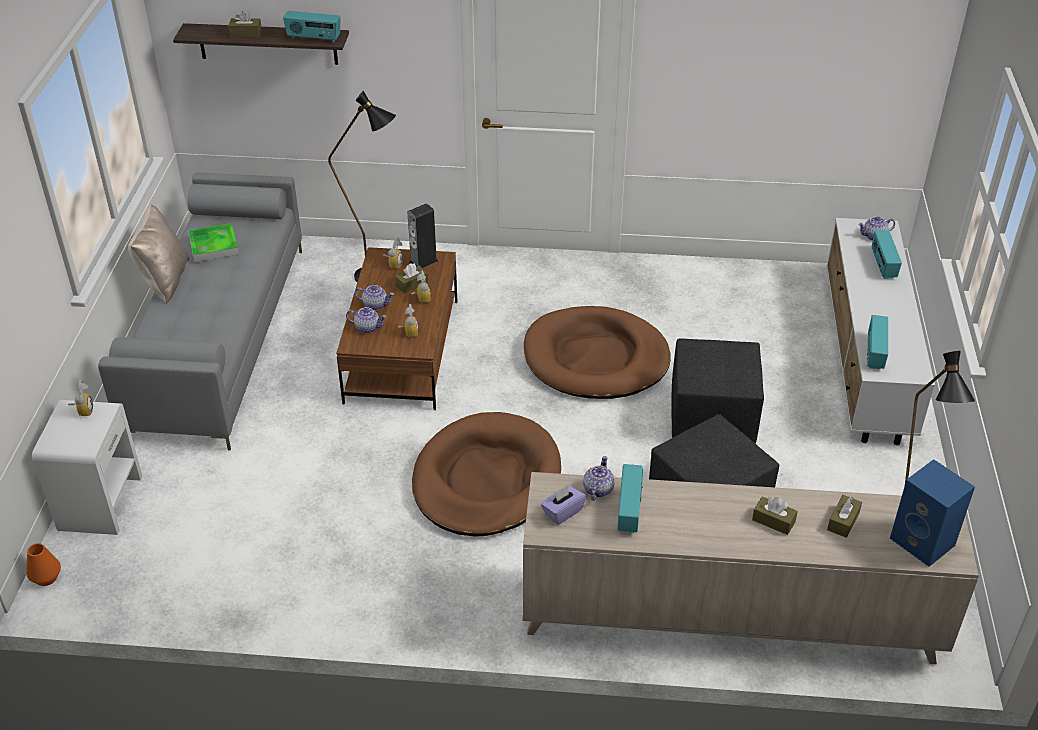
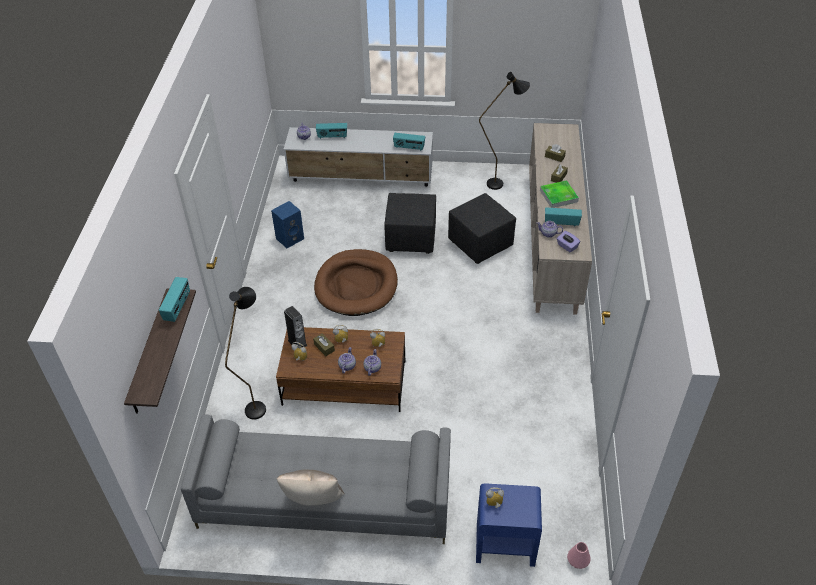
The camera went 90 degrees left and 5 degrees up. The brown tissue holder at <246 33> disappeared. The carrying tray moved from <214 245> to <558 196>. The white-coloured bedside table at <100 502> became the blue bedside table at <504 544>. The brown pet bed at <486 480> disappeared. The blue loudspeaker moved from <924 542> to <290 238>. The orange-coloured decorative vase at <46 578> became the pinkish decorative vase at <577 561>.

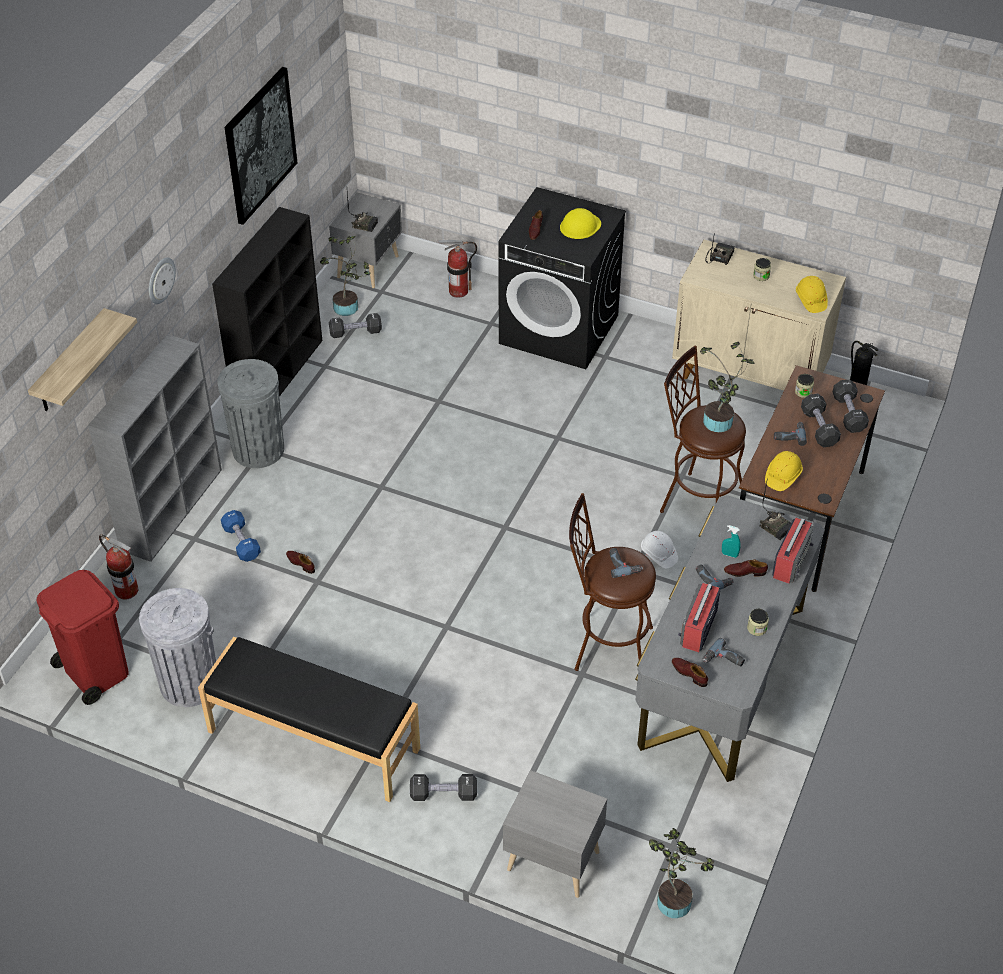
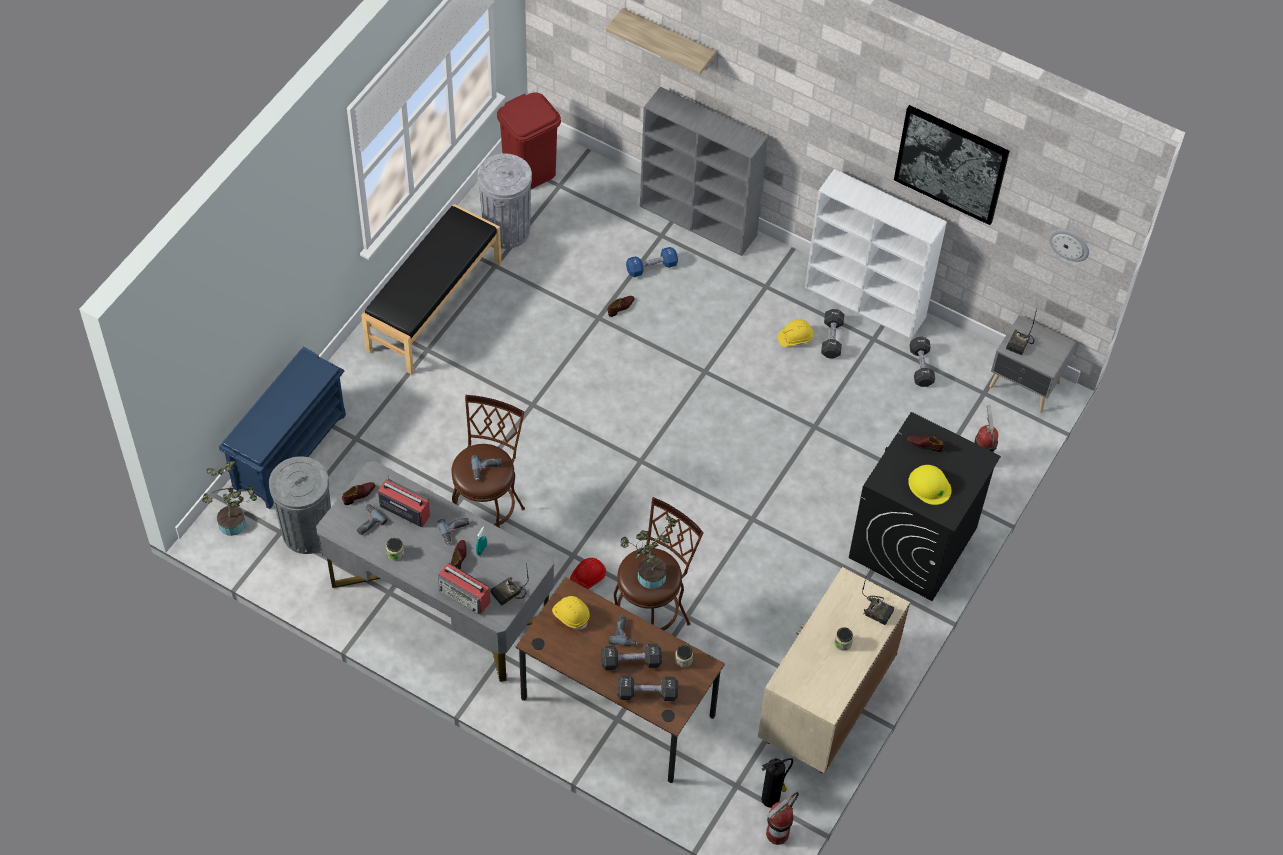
The camera went 95 degrees right and 10 degrees up. The black-coloured bookshelf at <279 373> became the white-coloured bookshelf at <866 302>. The houseplant at <349 308> disappeared. The hanging clock moved from <160 280> to <1069 244>. The yellow-coloured safety helmet moved from <810 300> to <795 338>. The greyish waste bin moved from <258 449> to <308 531>. The white-coloured safety helmet at <658 555> became the reddish safety helmet at <588 578>. The fire-fighting cylinder moved from <126 590> to <777 834>. The greyish bedside table at <552 859> was replaced by the blue shoe rack at <290 450>. The black-coloured dumbbell moved from <443 794> to <831 339>.

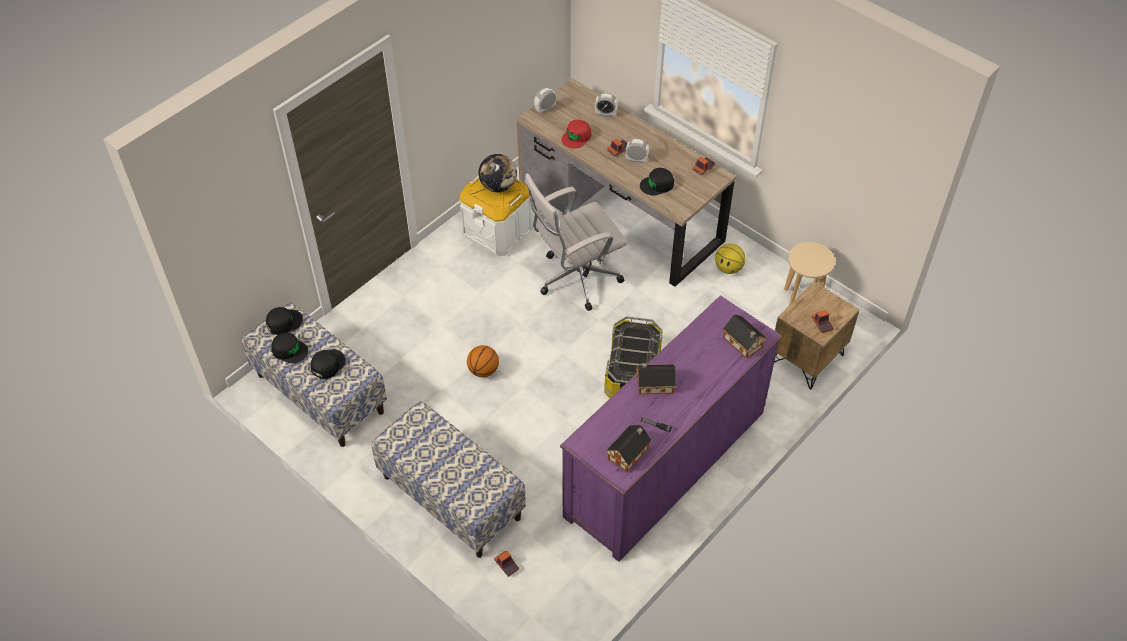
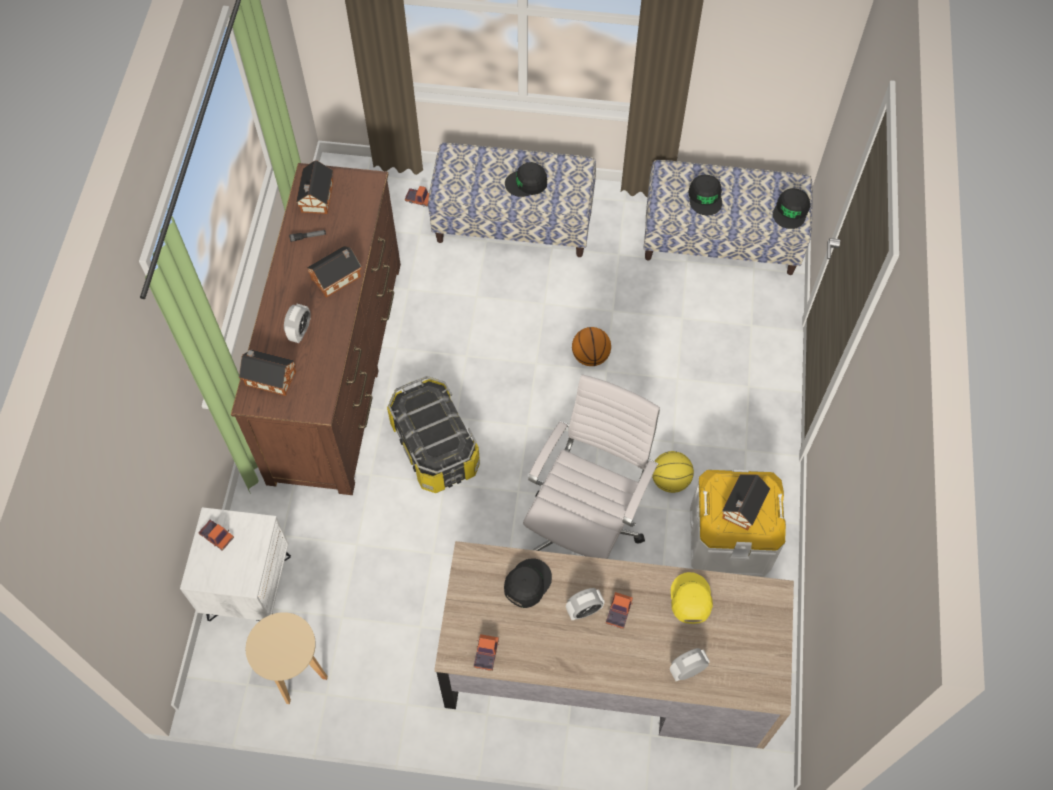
The camera went 145 degrees right and 10 degrees up. The table clock moved from <545 109> to <300 331>. The reddish peaked cap at <576 137> became the yellow-coloured peaked cap at <690 599>. The desk globe at <498 186> was replaced by the toy house at <742 508>. The basketball moved from <728 268> to <670 480>. The brown bedside table at <807 359> became the white-coloured bedside table at <249 587>. The purple-coloured chest of drawers at <665 463> became the brown chest of drawers at <336 369>. The black-coloured peaked cap moved from <289 350> to <527 183>.

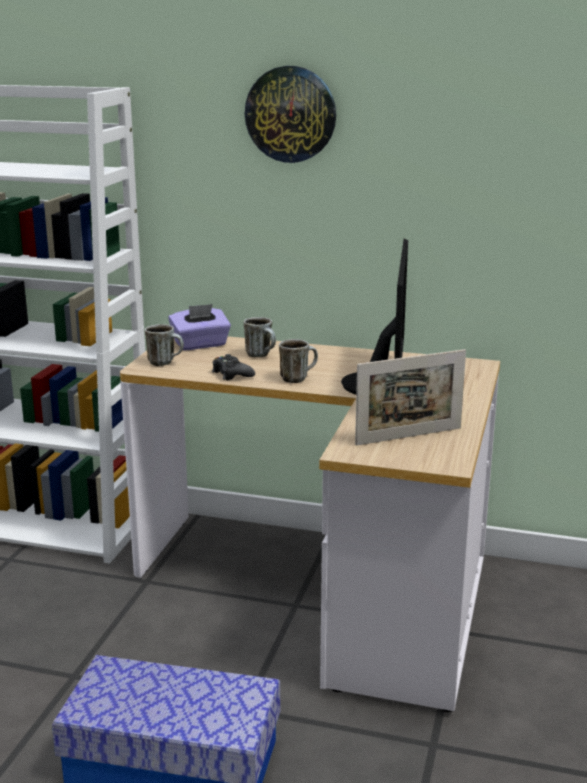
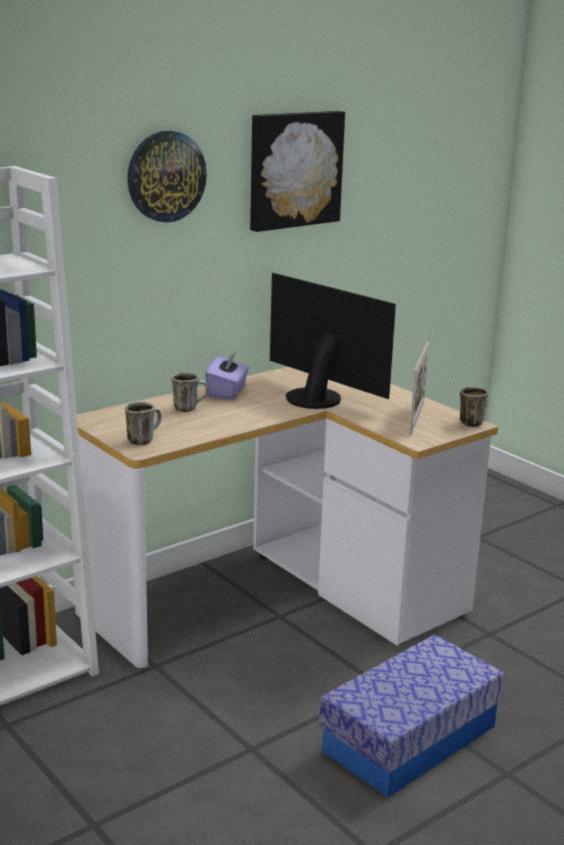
The camera went 55 degrees left and 0 degrees up. The purple-coloured tissue holder moved from <200 344> to <227 392>. The coffee mug moved from <297 378> to <470 421>. The black-coloured game controller at <232 374> disappeared. The picture at <294 169> appeared.

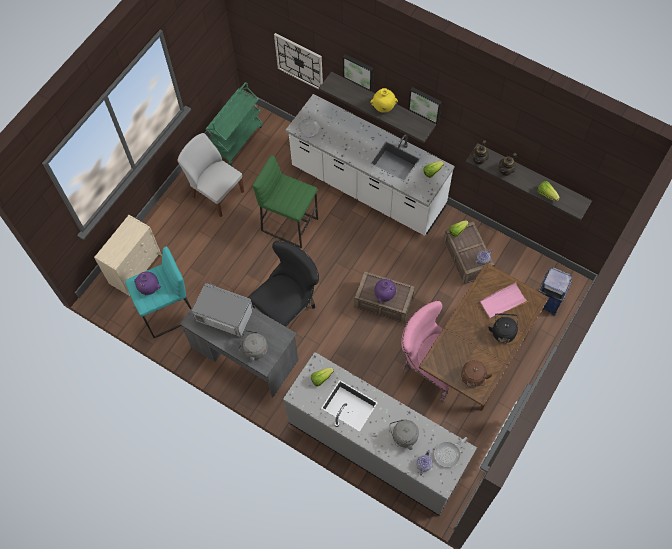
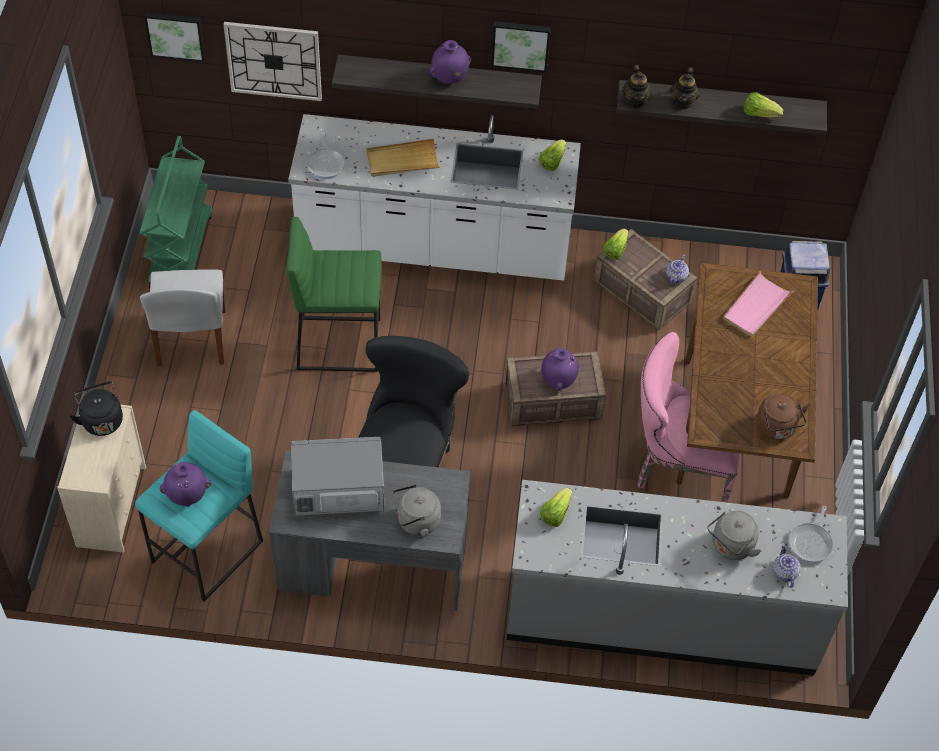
The camera went 30 degrees left and 10 degrees down. The picture moved from <359 71> to <176 35>. The yellow-coloured decorative vase at <383 108> became the purple-coloured decorative vase at <449 79>. The white-coloured plain chair at <217 193> turned 105 degrees counterclockwise. The black-coloured water kettle moved from <503 331> to <101 419>. The beige-coloured carrying tray at <402 161> appeared.

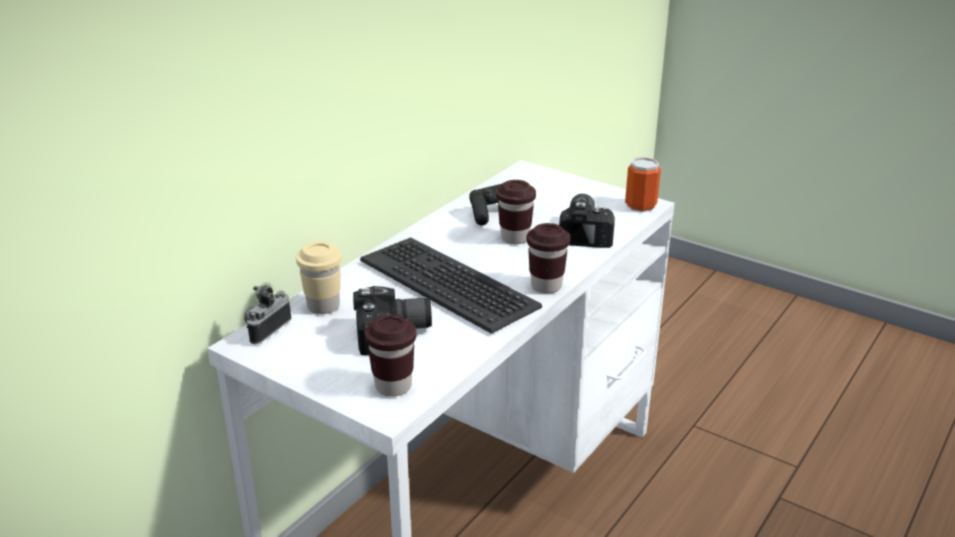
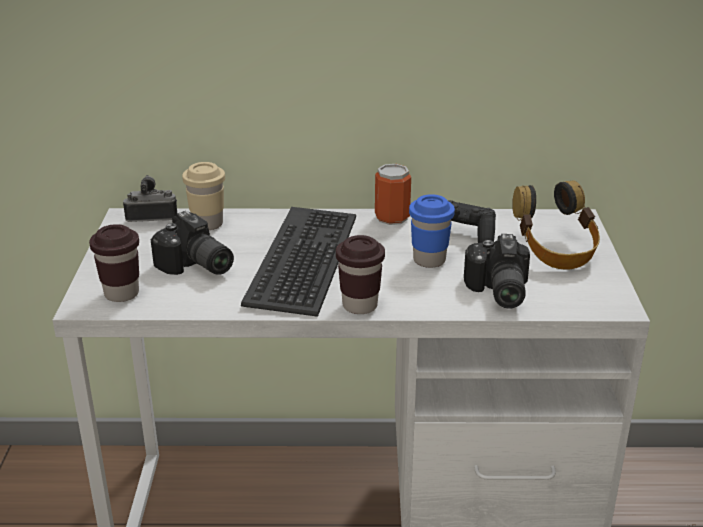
The camera went 55 degrees right and 0 degrees up. The sealed can moved from <640 206> to <392 218>. The brown small cup at <515 238> became the blue small cup at <429 260>. The still camera at <587 232> turned 120 degrees clockwise. The headphones at <554 251> appeared.

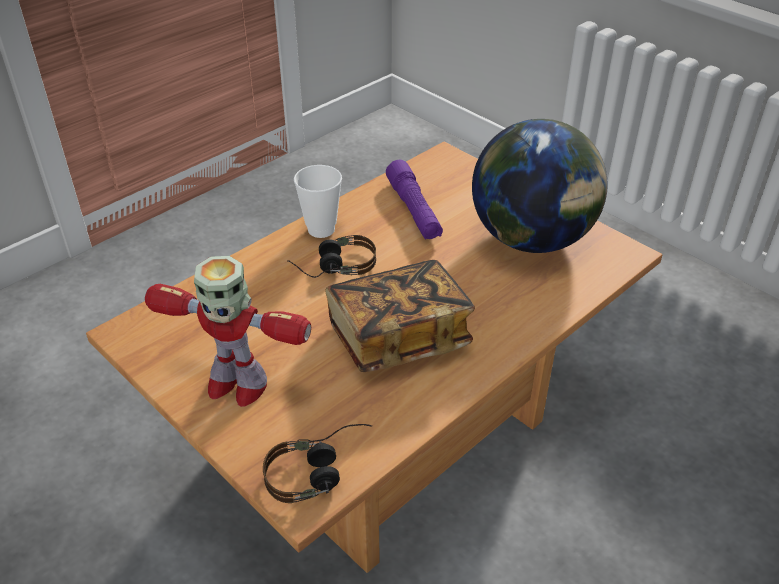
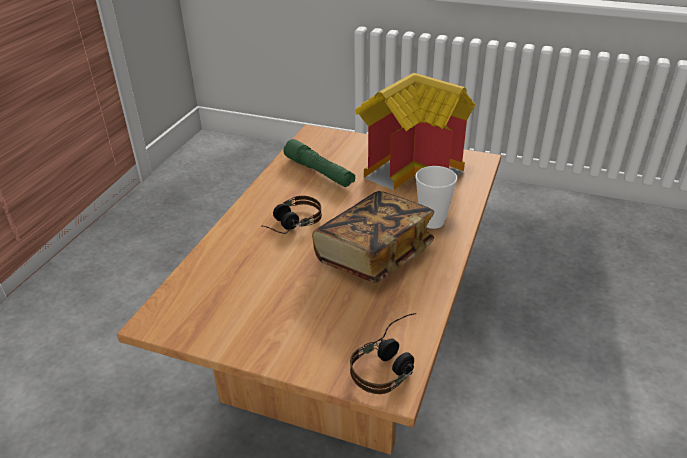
The camera went 25 degrees left and 5 degrees down. The desk globe at <532 239> was replaced by the toy house at <414 168>. The purple-coloured flashlight at <414 210> became the green flashlight at <319 172>. The small cup moved from <321 229> to <432 221>. The model robot at <236 384> disappeared.

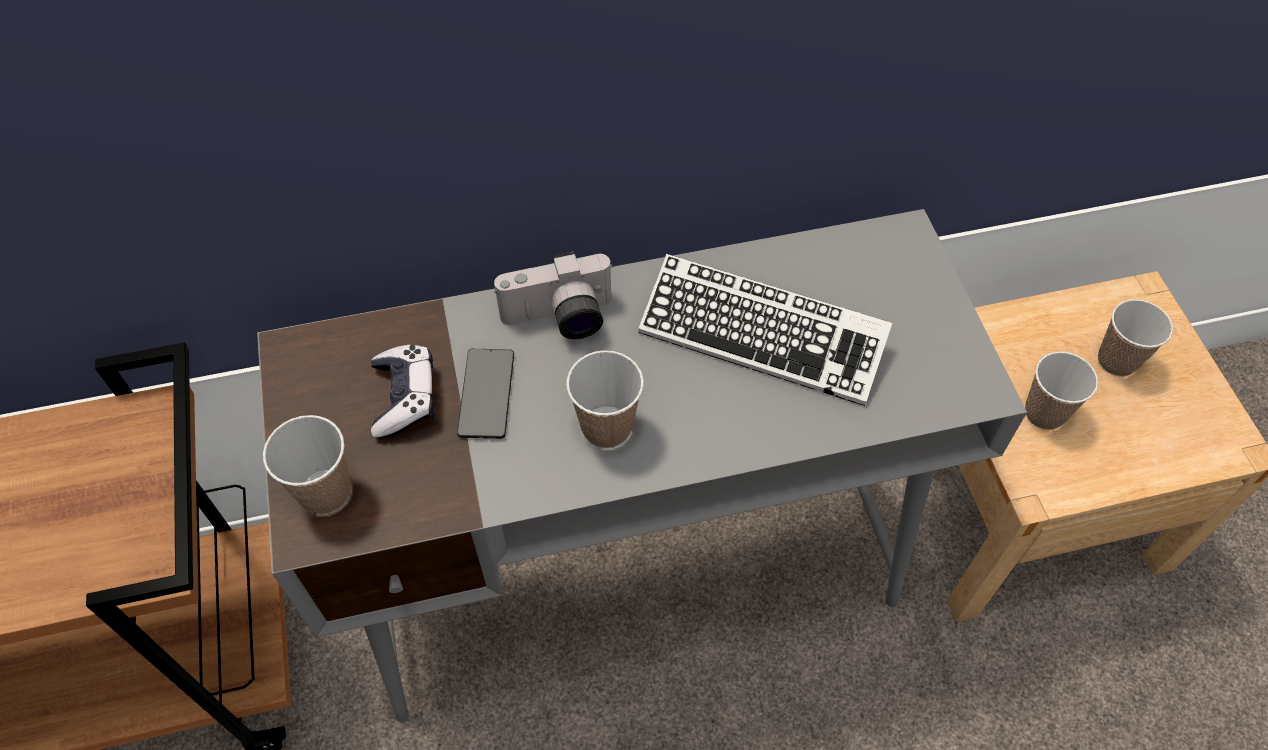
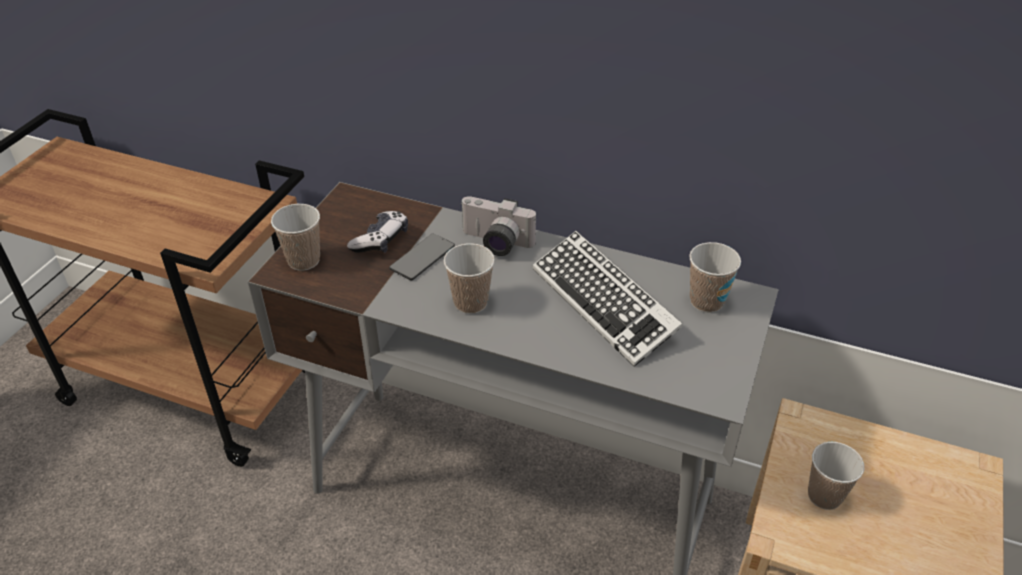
The camera went 35 degrees right and 15 degrees down. The small cup moved from <1116 361> to <706 301>.

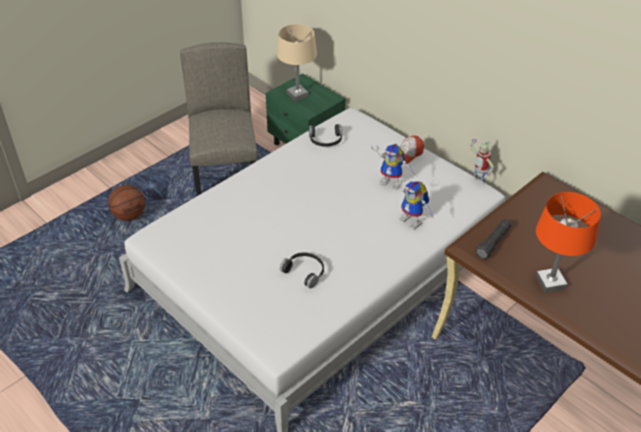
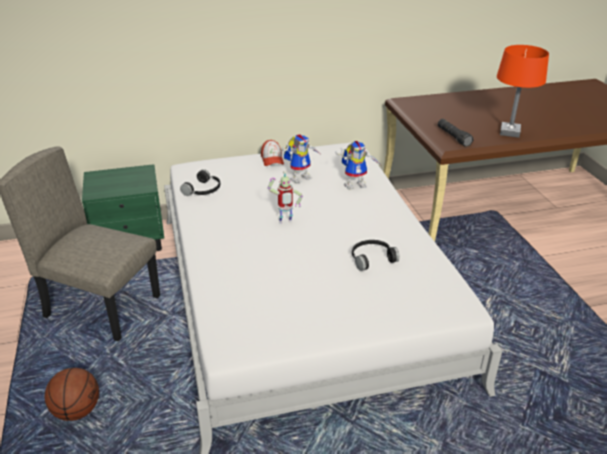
The camera went 60 degrees left and 10 degrees down. The beige-coloured table lamp at <297 95> disappeared. The model robot moved from <478 181> to <285 223>.

